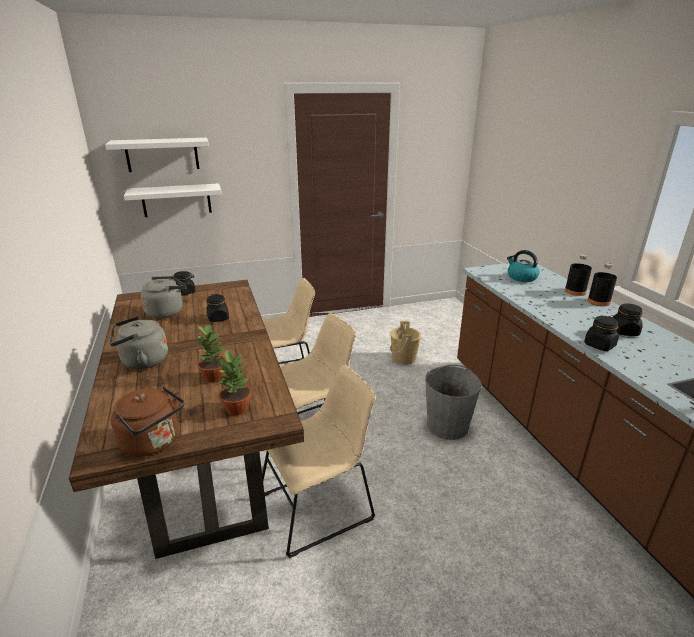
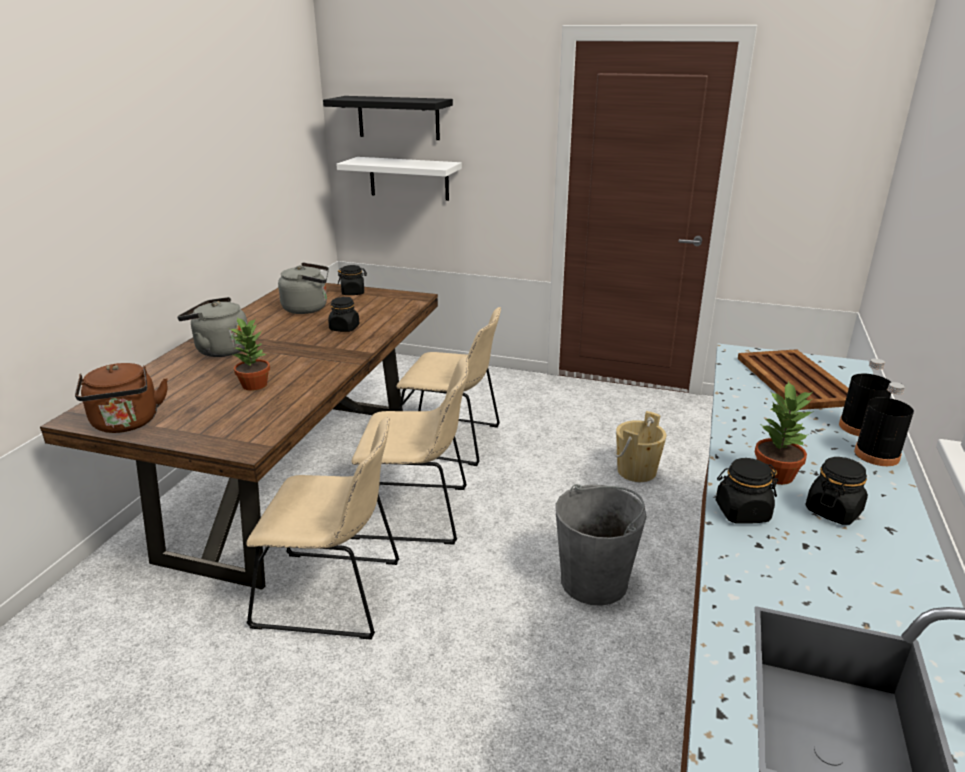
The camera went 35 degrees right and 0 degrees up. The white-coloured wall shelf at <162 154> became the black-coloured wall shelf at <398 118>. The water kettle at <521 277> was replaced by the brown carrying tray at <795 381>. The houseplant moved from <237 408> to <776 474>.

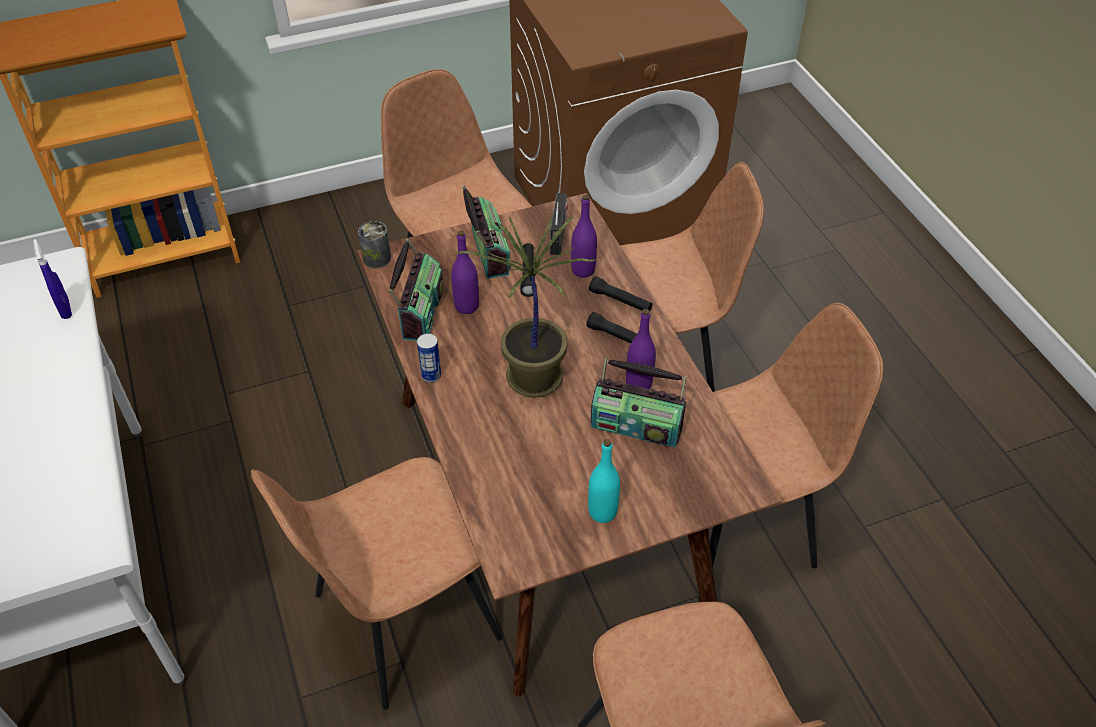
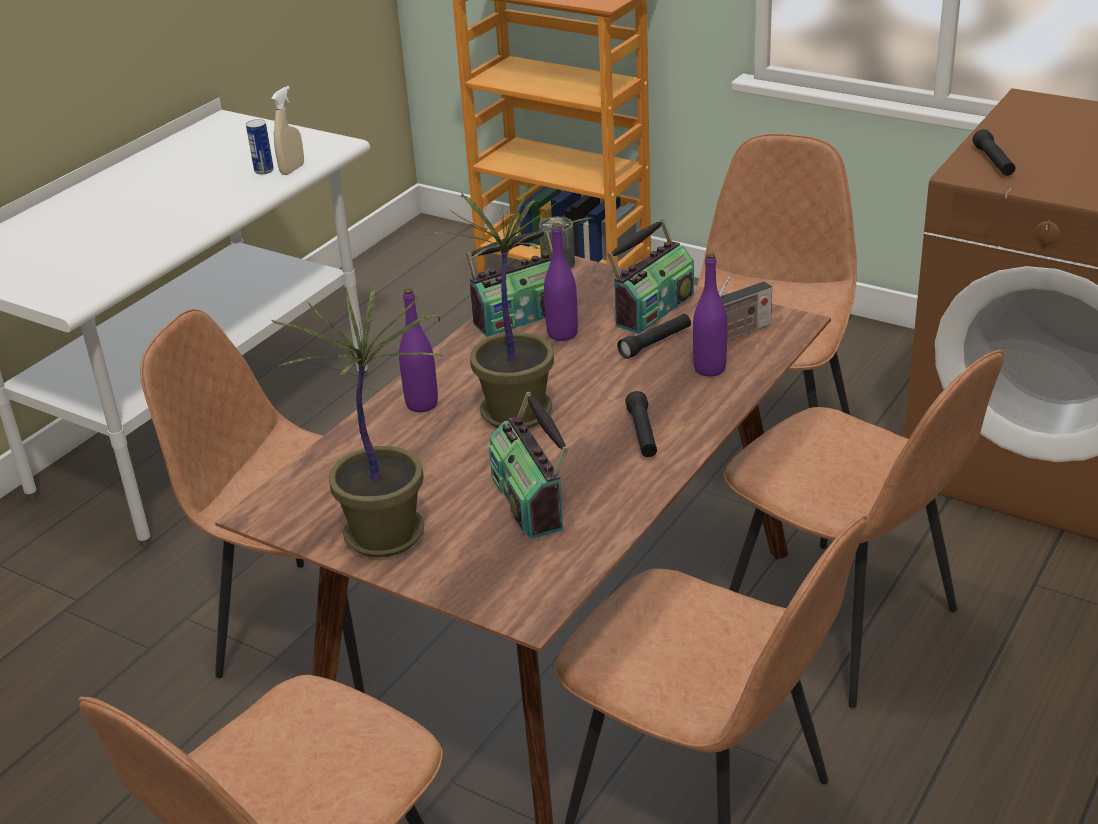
The camera went 55 degrees right and 15 degrees down. The blue spray bottle at <65 309> became the beige-coloured spray bottle at <292 169>. The black-coloured flashlight moved from <620 301> to <993 162>. The purple-coloured bottle moved from <638 384> to <422 404>. The sealed can moved from <431 375> to <264 170>. The turquoise-coloured bottle at <602 512> was replaced by the houseplant at <386 533>.

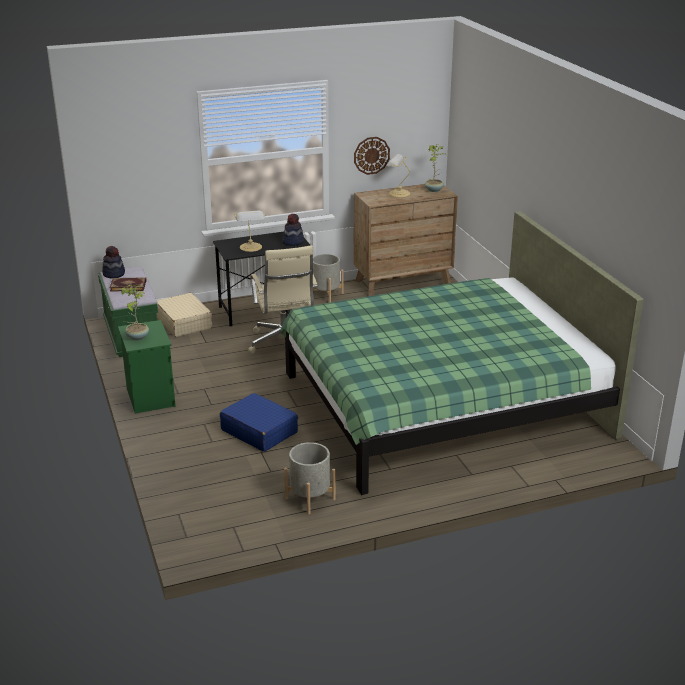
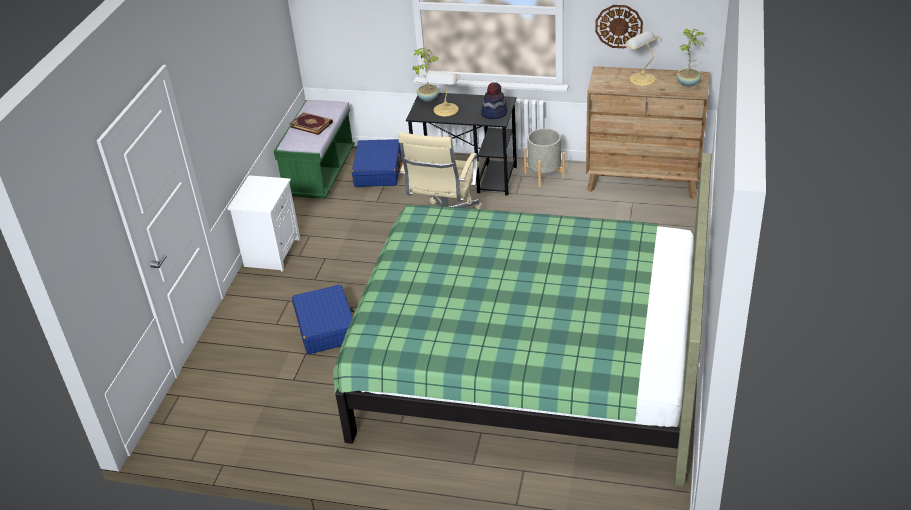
The camera went 35 degrees right and 10 degrees up. The wearable hat at <114 274> disappeared. The houseplant moved from <137 337> to <427 98>. The beige-coloured travel case at <184 322> became the blue travel case at <378 171>. The green bedside table at <149 397> became the white-coloured bedside table at <271 252>. The greyish plant pot at <310 498> disappeared.

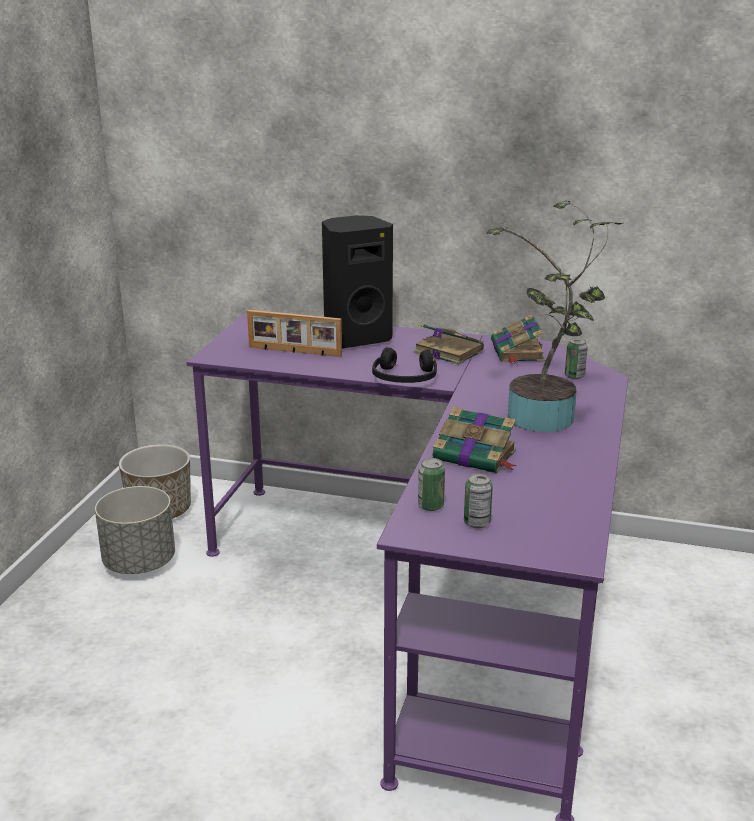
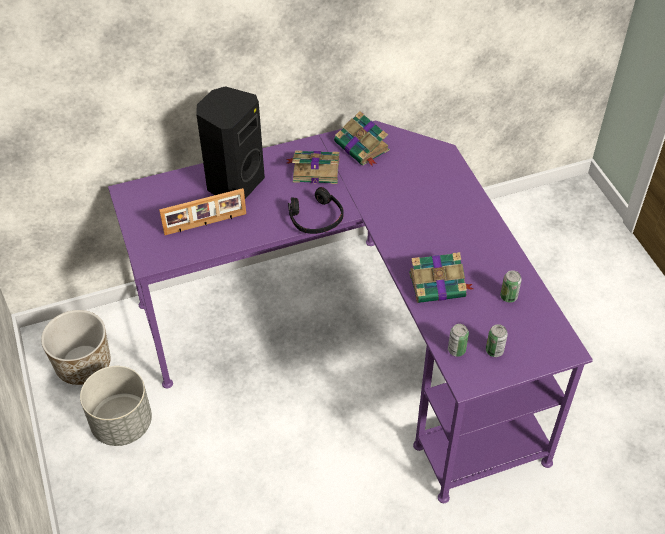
The camera went 35 degrees left and 25 degrees up. The houseplant at <544 421> disappeared. The sealed can moved from <574 376> to <508 296>.

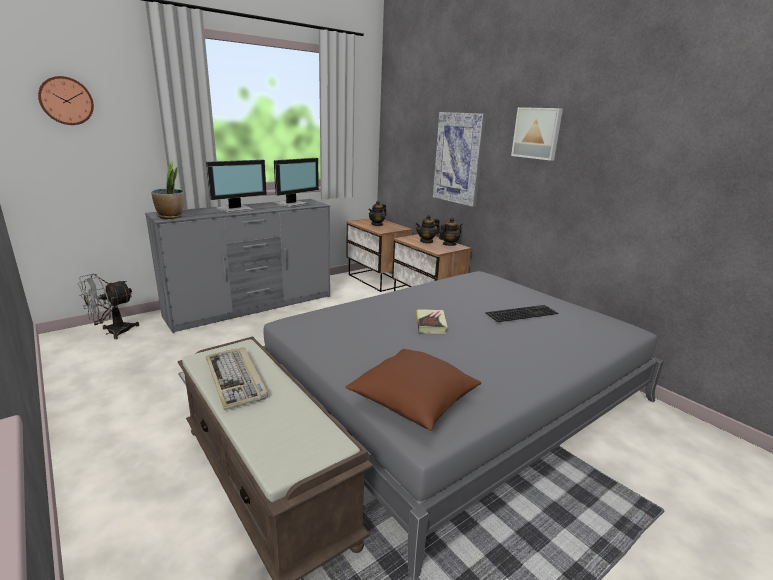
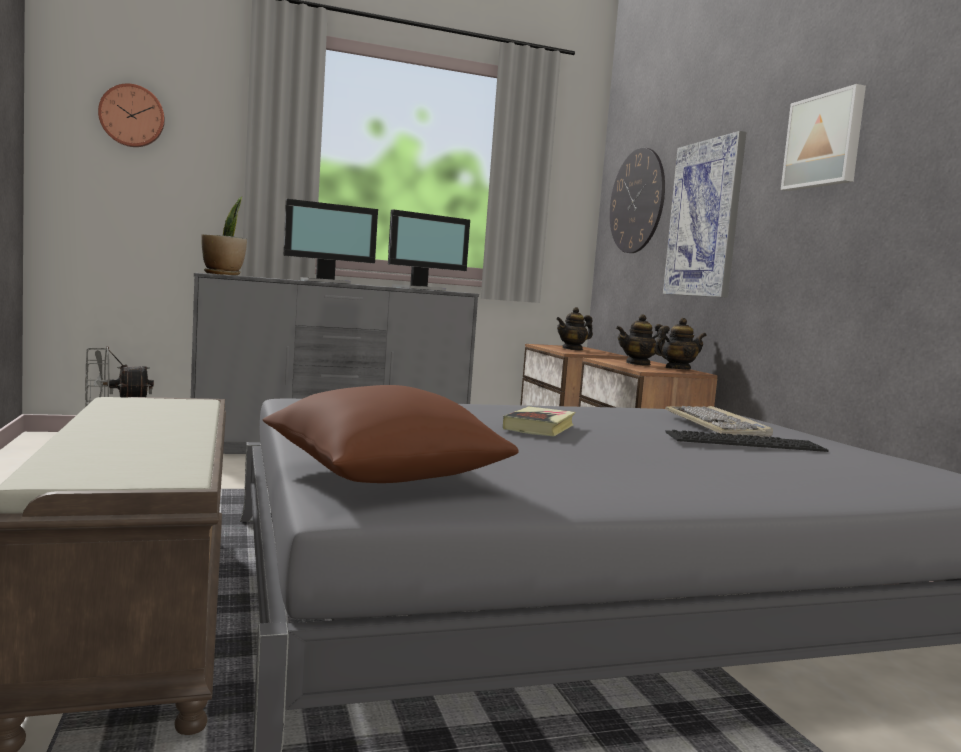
The camera went 20 degrees right and 15 degrees down. The PC keyboard moved from <236 379> to <716 426>. The hanging clock at <637 201> appeared.

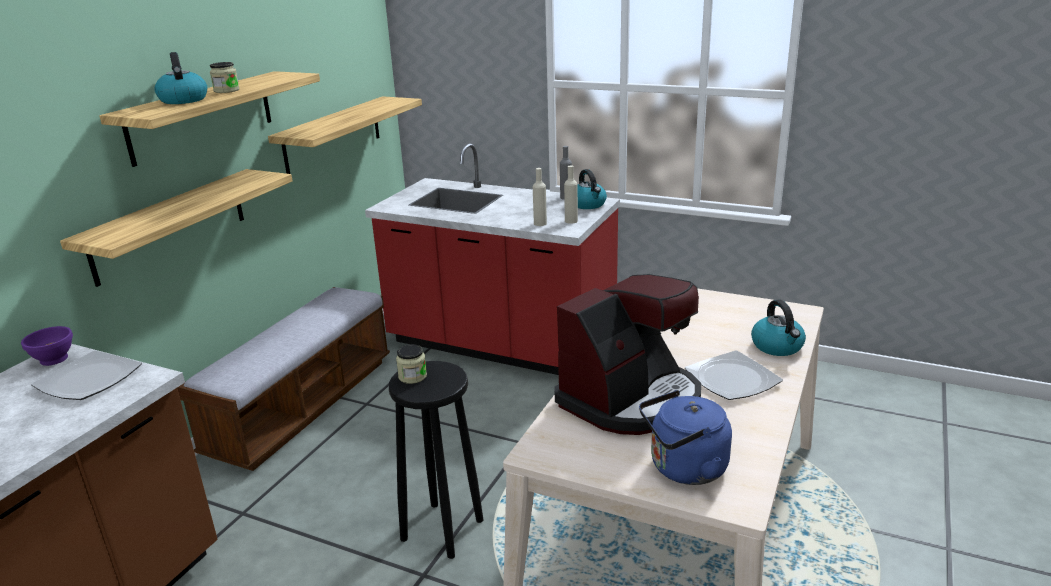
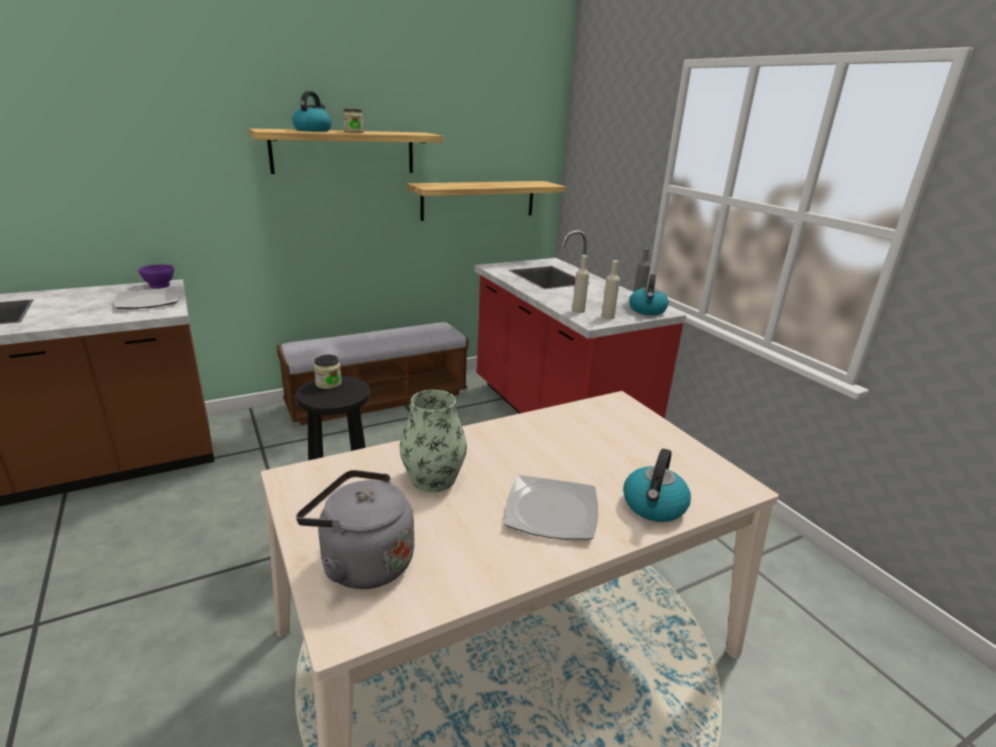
The camera went 35 degrees right and 0 degrees up. The wall shelf at <170 225> disappeared. The coffee brewer at <631 399> was replaced by the decorative vase at <433 478>. The blue water kettle at <684 469> became the greyish water kettle at <362 562>.

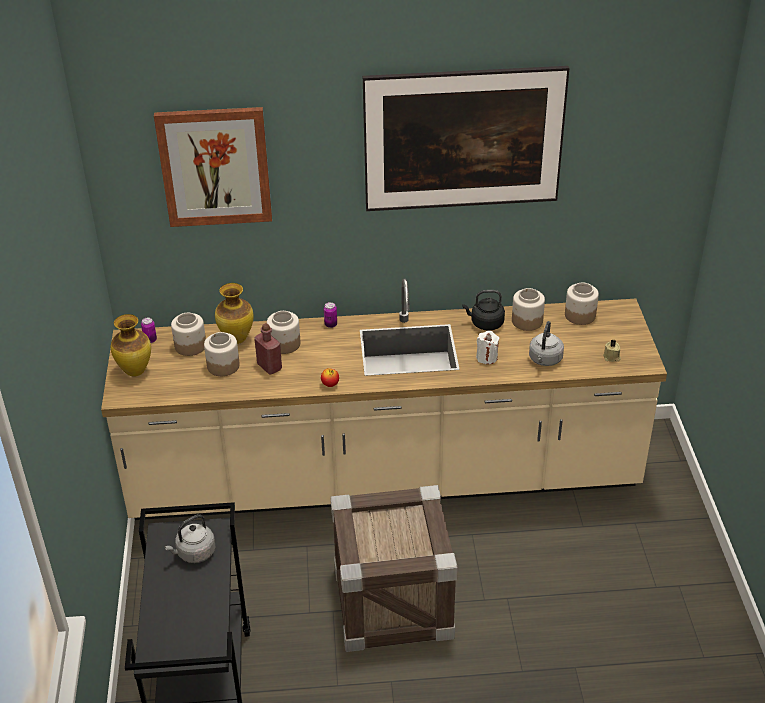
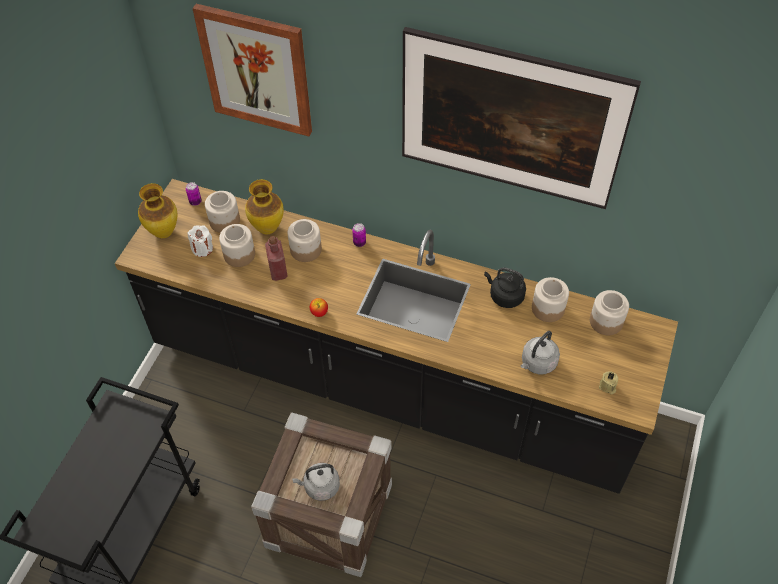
The camera went 25 degrees right and 15 degrees up. The beige-coloured counter at <384 480> became the black-coloured counter at <390 385>. The white-coloured wax candle moved from <486 357> to <202 249>. The greyish water kettle moved from <194 553> to <320 487>.

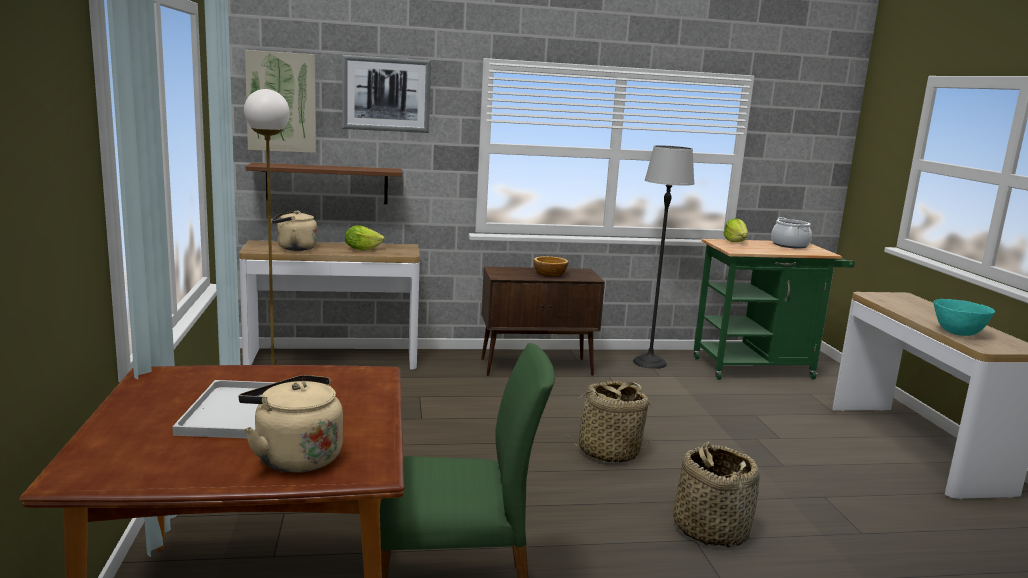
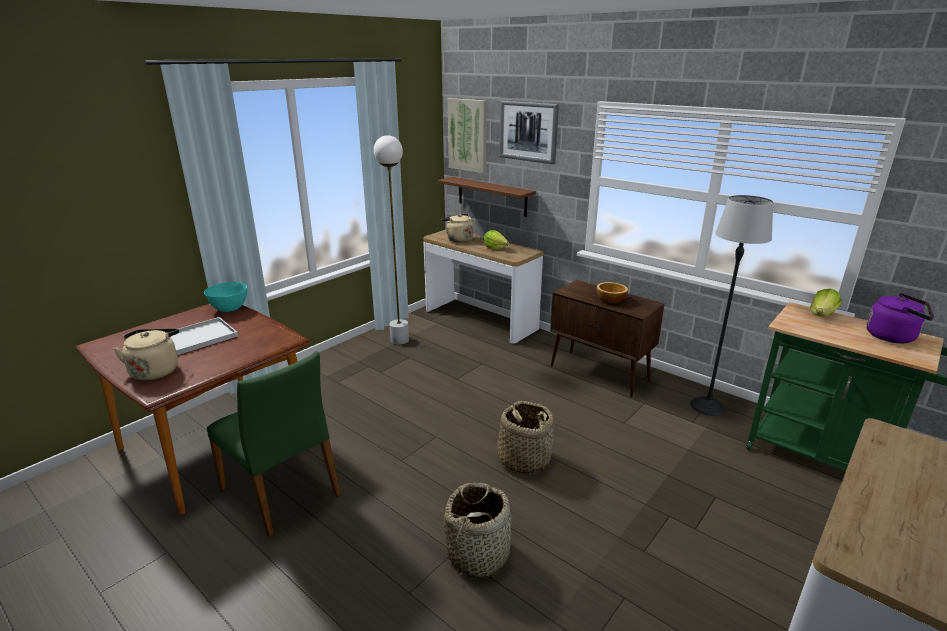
The camera went 50 degrees right and 10 degrees up. The saucepot at <789 245> was replaced by the purple-coloured water kettle at <893 337>. The turquoise-coloured serving bowl moved from <958 333> to <230 309>.

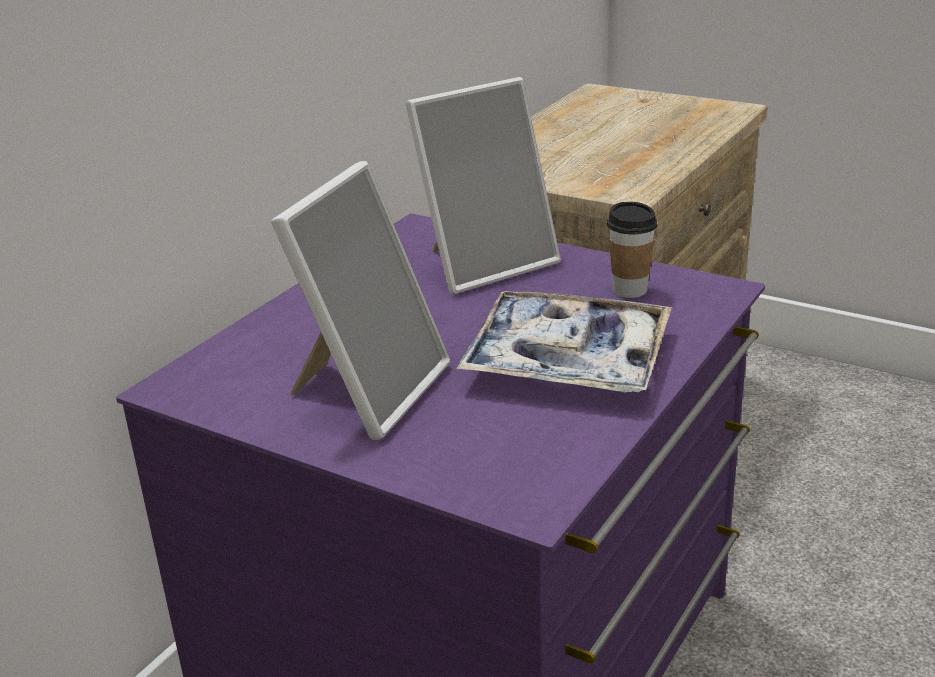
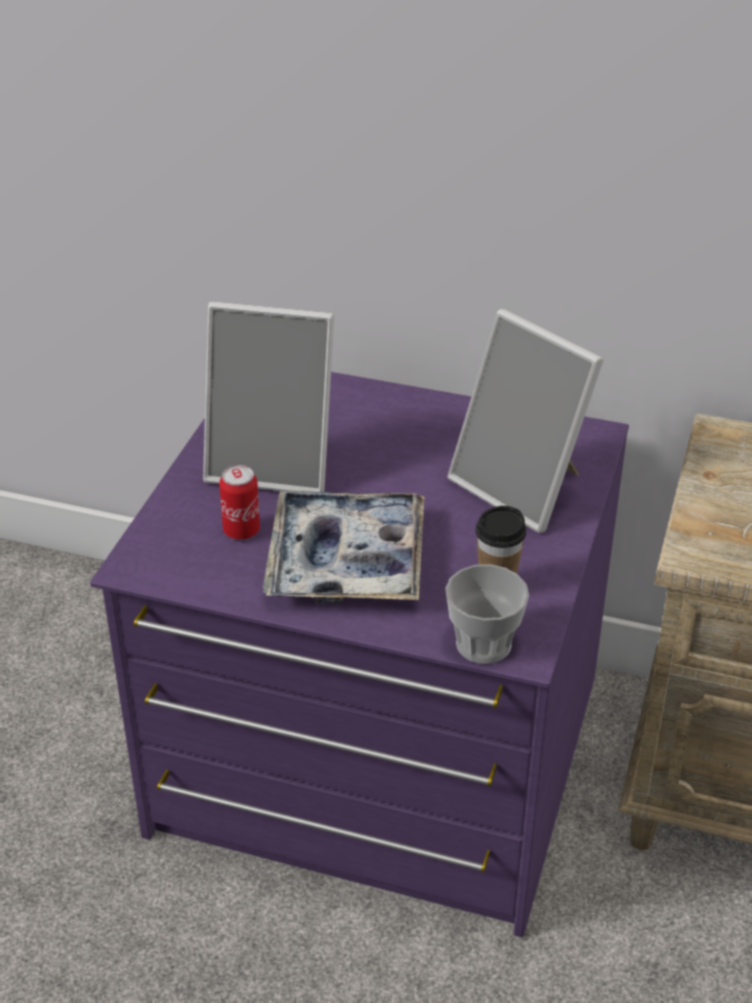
The camera went 75 degrees right and 10 degrees up. The sealed can at <241 531> appeared. The small cup at <483 644> appeared.

